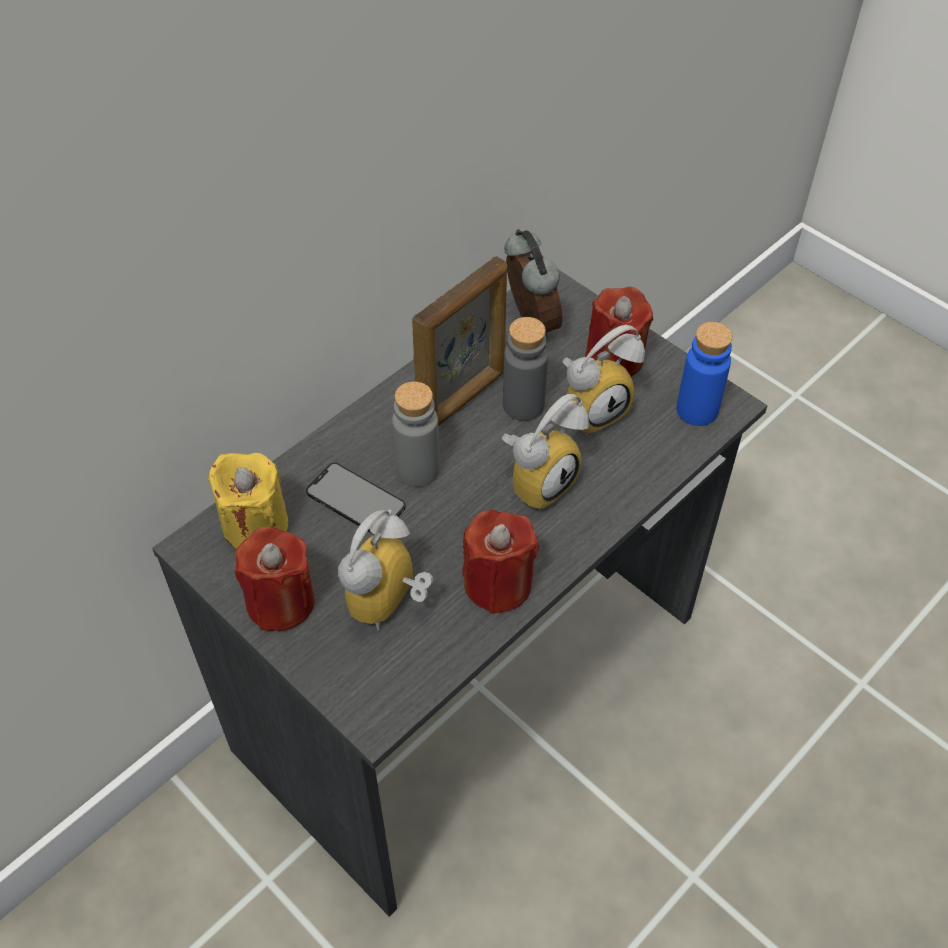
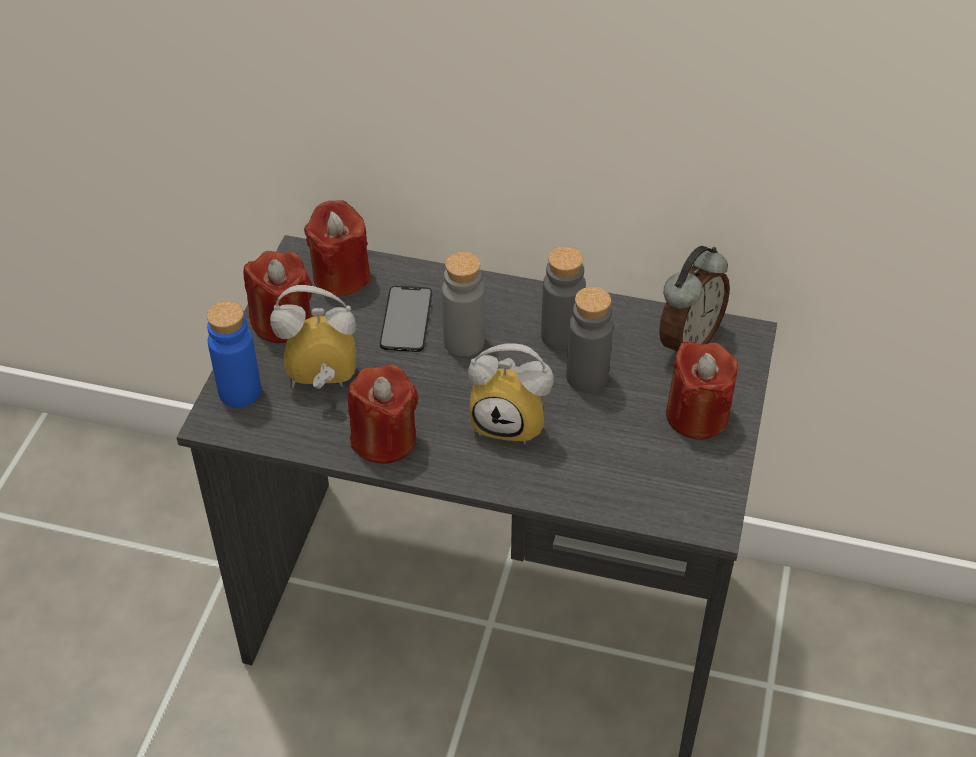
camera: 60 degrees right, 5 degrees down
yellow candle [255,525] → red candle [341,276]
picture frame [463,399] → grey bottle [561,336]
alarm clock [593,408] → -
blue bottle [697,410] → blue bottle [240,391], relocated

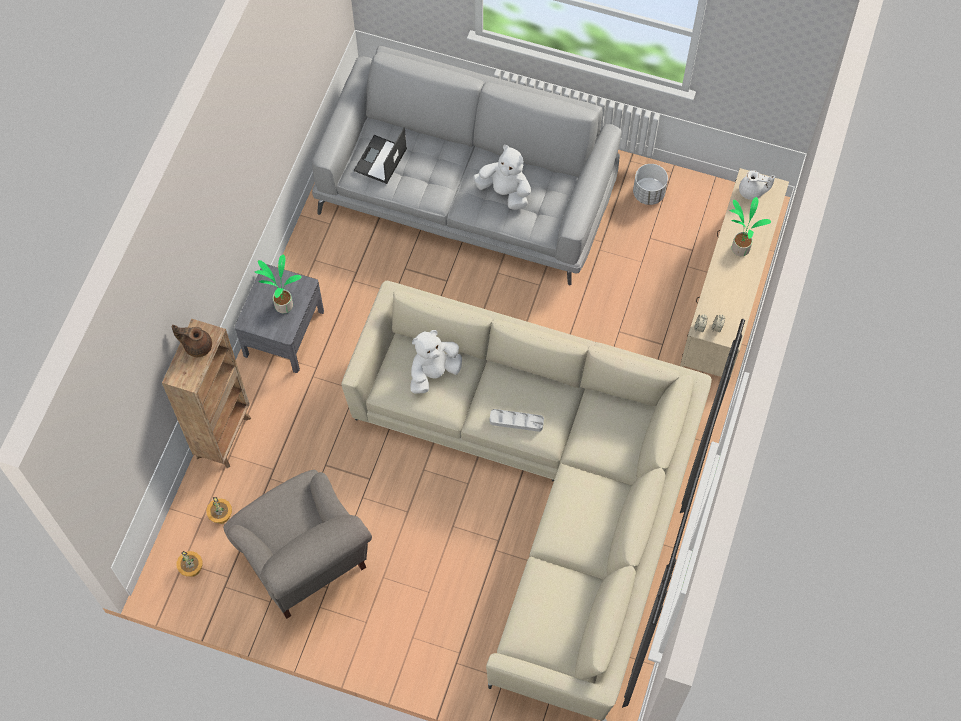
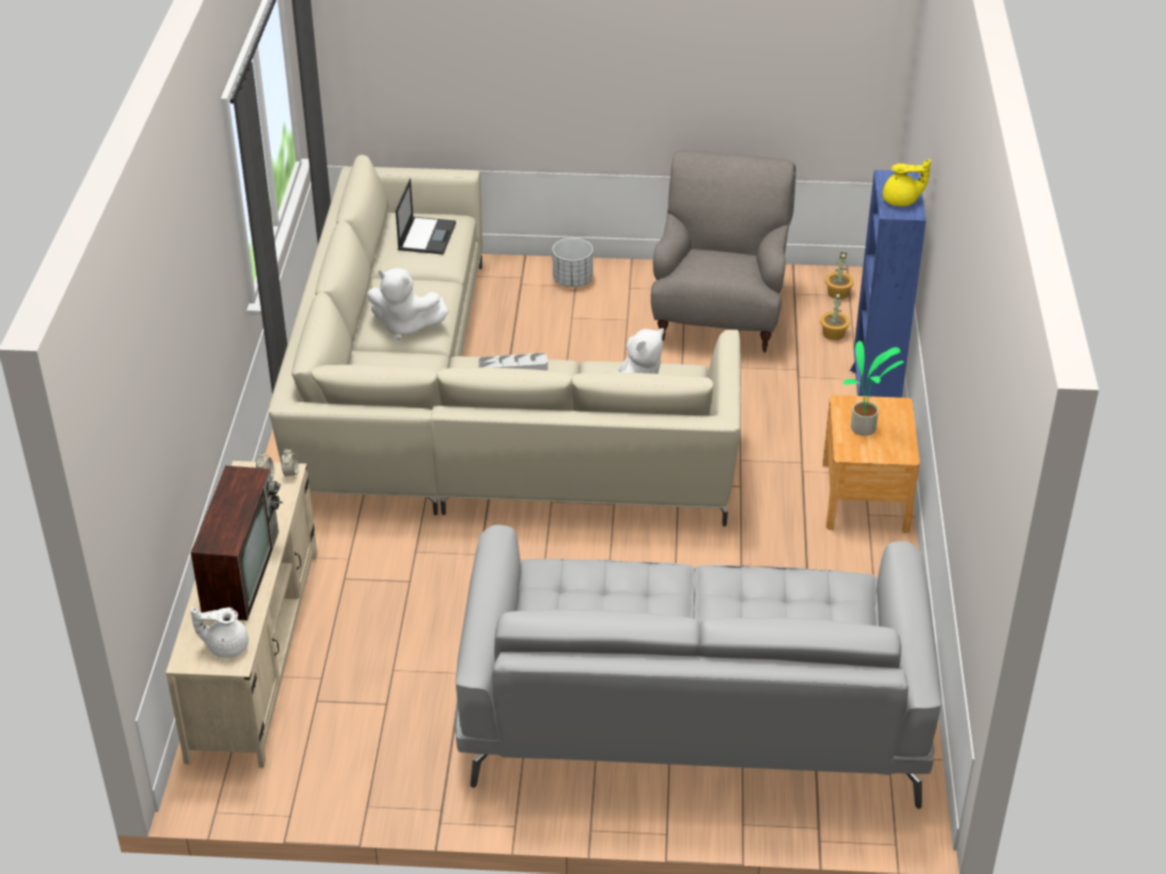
camera: 165 degrees right, 25 degrees down
brown bookcase [224,436] → blue bookcase [874,393]
brown teapot [197,345] → yellow teapot [901,201]
grey armchair [304,560] → grey armchair [720,317], 60 degrees clockwise
grey nightstand [284,333] → brown nightstand [865,496]
laptop [380,160] → laptop [427,236], relocated
white plush toy [505,192] → white plush toy [405,326], relocated
white planter [648,193] → white planter [572,281], relocated
potted plant [739,247] → television [241,571]

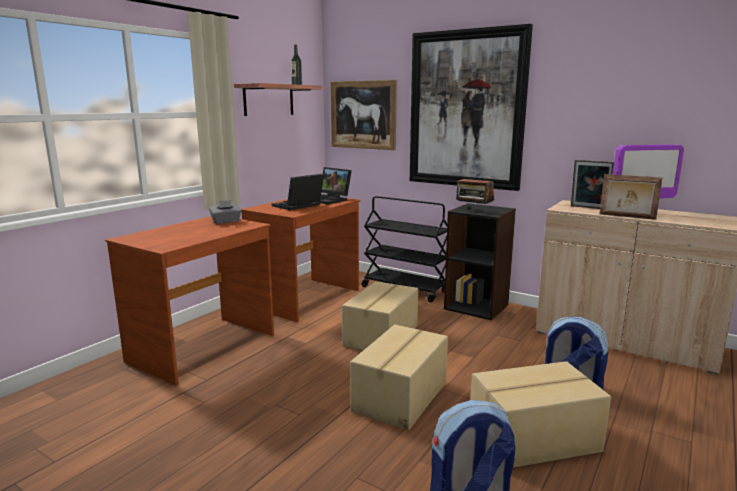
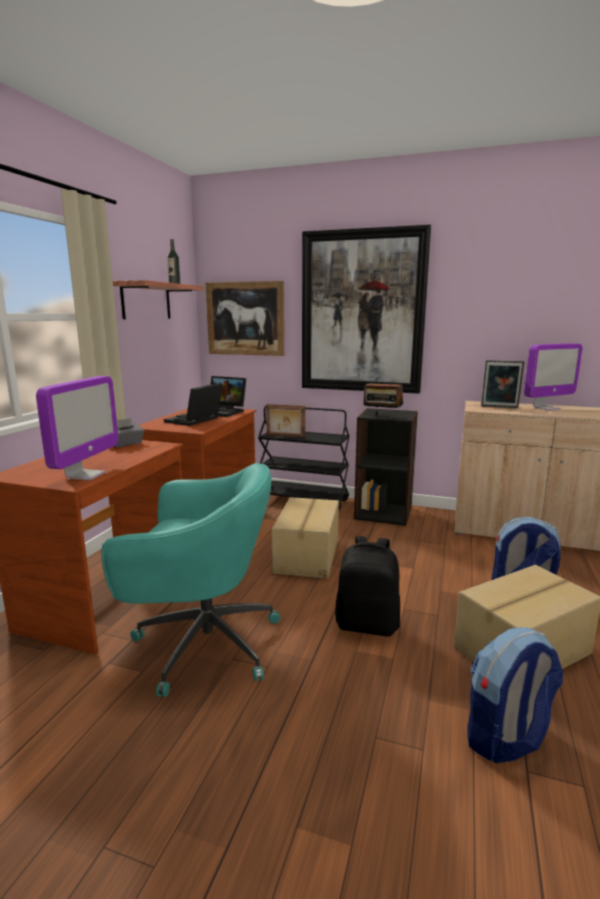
camera: 15 degrees left, 0 degrees up
cardboard box [402,396] → black backpack [367,624]
picture frame [627,217] → picture frame [285,436], relocated
- → monitor [85,475]
- → turquoise office chair [203,643]

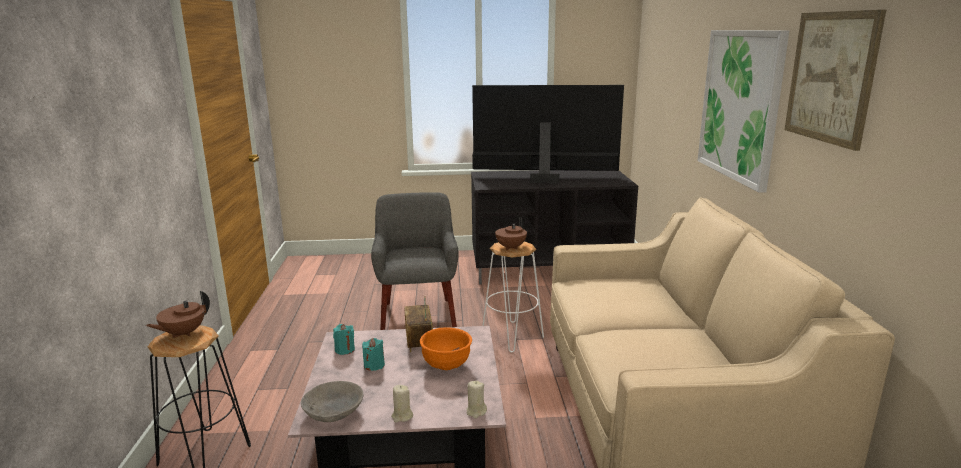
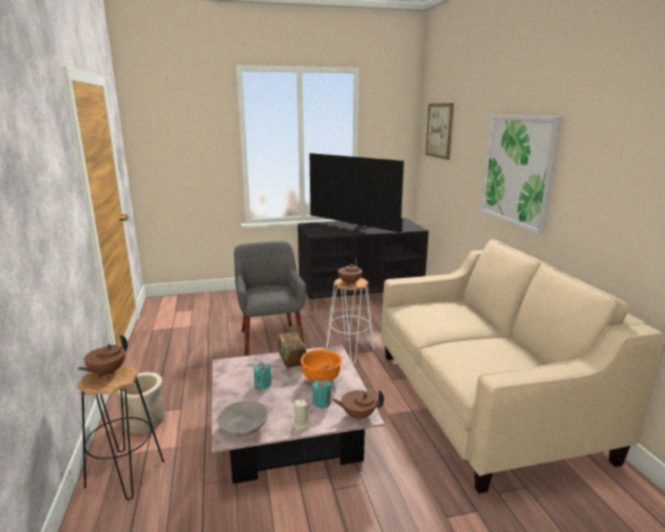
camera: 10 degrees left, 0 degrees up
turquoise candle [344,350] → turquoise candle [321,403], relocated
beige candle [476,411] → brown teapot [358,415]
television [544,178] → television [356,227], 135 degrees counterclockwise
picture [831,77] → picture [439,130], relocated
- → beige planter [143,422]

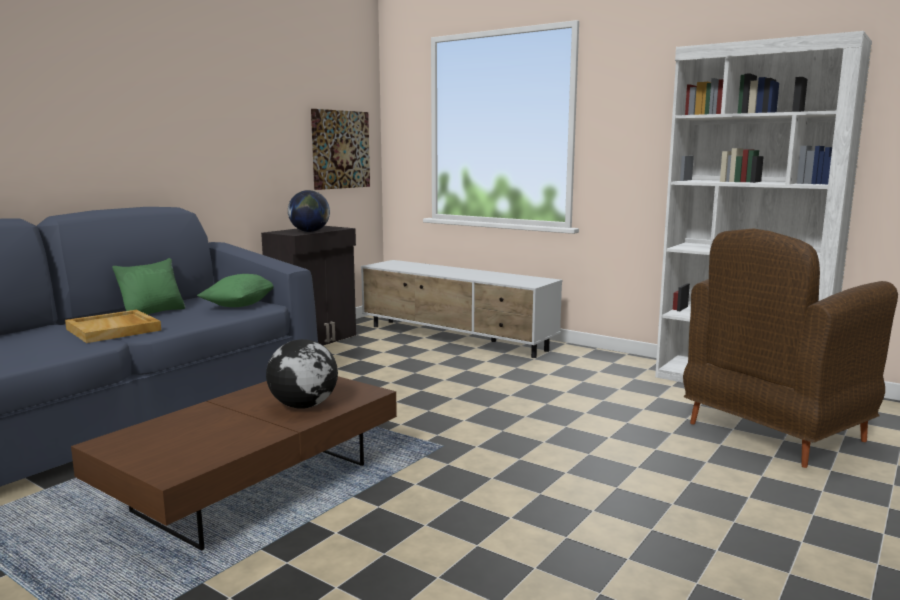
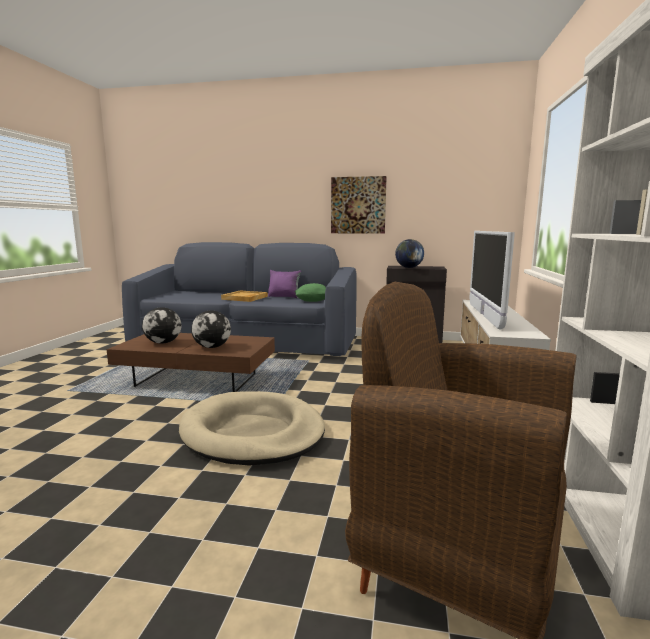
camera: 65 degrees right, 0 degrees up
green pillow [153,312] → purple pillow [284,296]
picture [340,149] → picture [358,205], relocated
- → globe [163,343]
- → beige dog bed [253,433]
- → television [484,315]

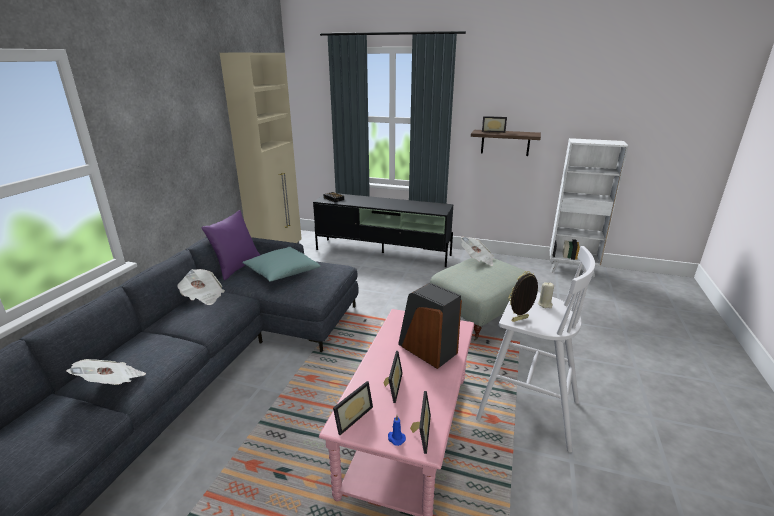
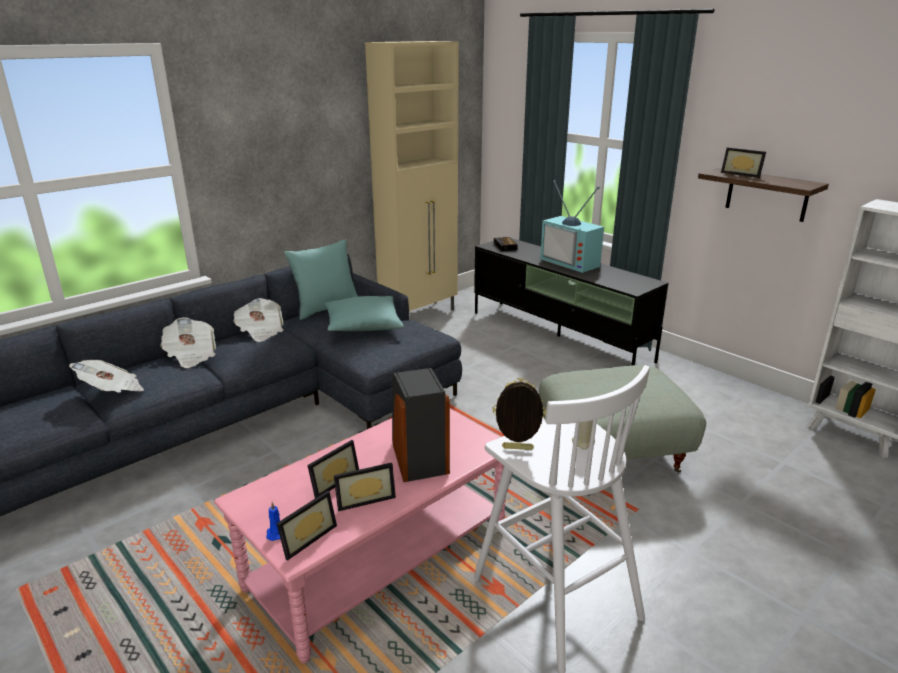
camera: 30 degrees right, 0 degrees up
purple pillow [237,267] → turquoise pillow [326,309]
picture frame [350,416] → picture frame [364,498], relocated
newspaper [477,259] → newspaper [191,355], relocated
- → television [572,262]

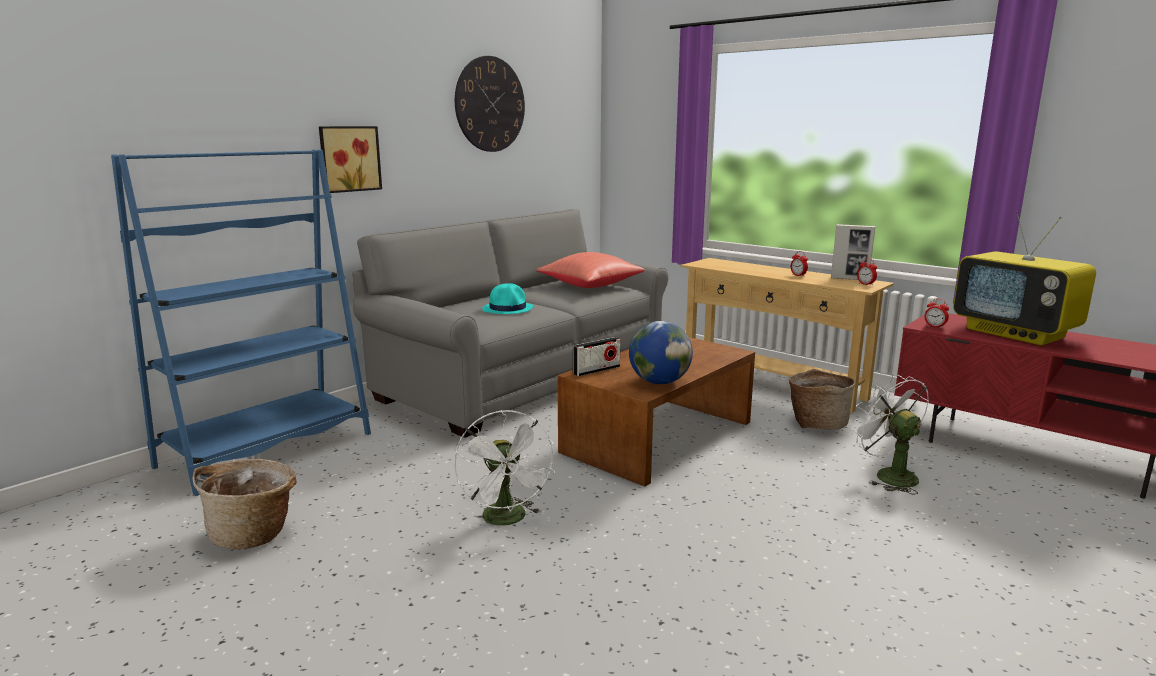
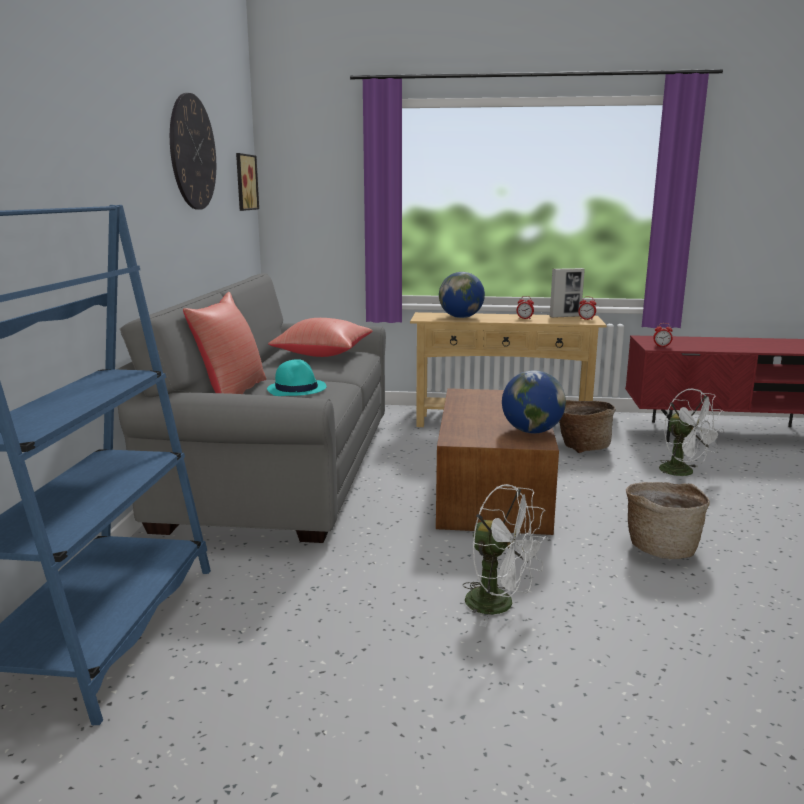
camera: 35 degrees left, 0 degrees up
basket [254,534] → basket [661,547], relocated
picture [349,159] → picture [244,182], relocated
radio [596,370] → -
white fan [888,475] → white fan [683,473], 150 degrees counterclockwise
television [1016,333] → -
- → red pillow [231,393]
- → globe [461,317]

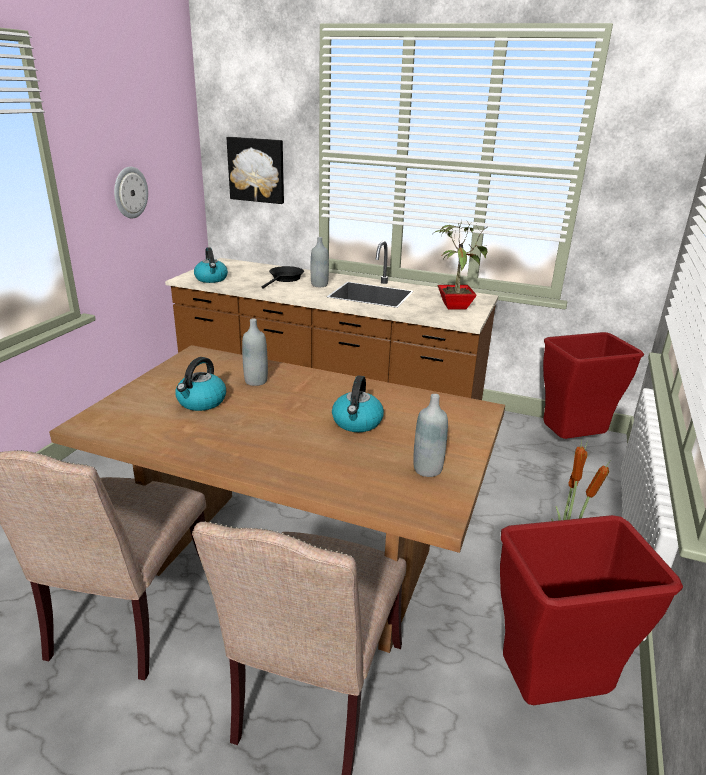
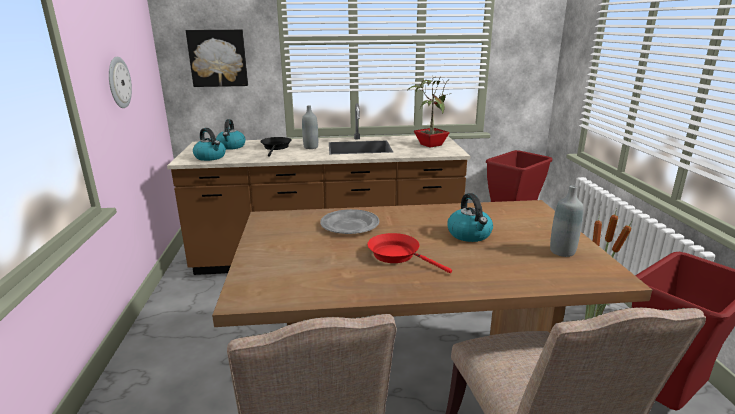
camera: 25 degrees left, 5 degrees down
kettle [201,402] → kettle [231,147], relocated
grey bottle [256,381] → grey plate [349,225]
- → red frying pan [397,255]

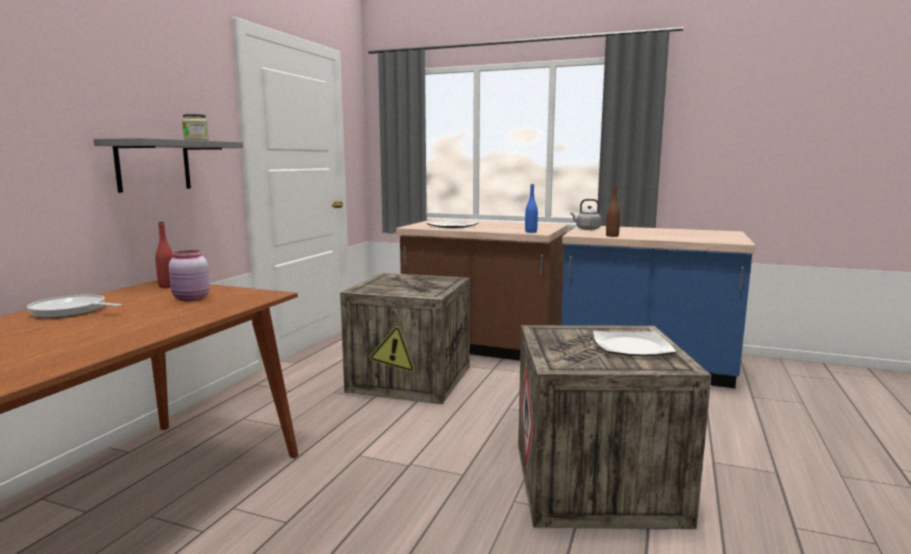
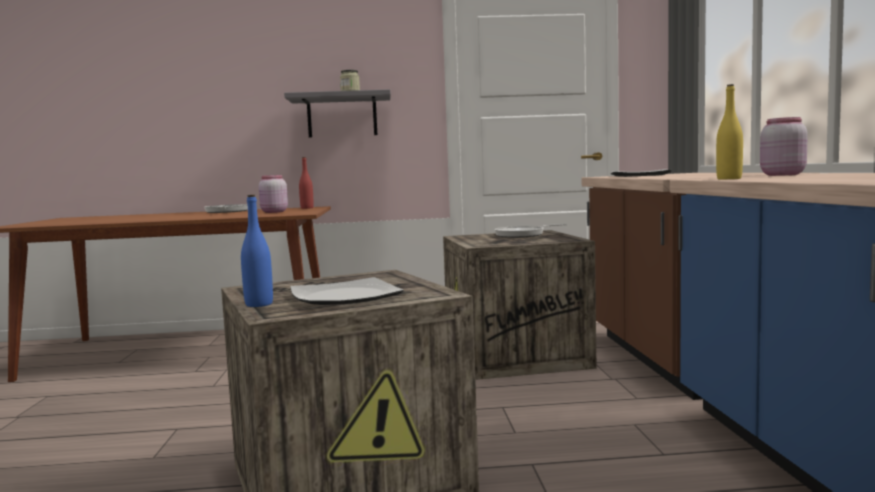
camera: 65 degrees right, 5 degrees down
blue bottle [531,232] → blue bottle [259,304], relocated
grey kettle [586,229] → pink jar [781,175]
brown bottle [612,236] → yellow bottle [729,179]
- → frying pan [522,235]

